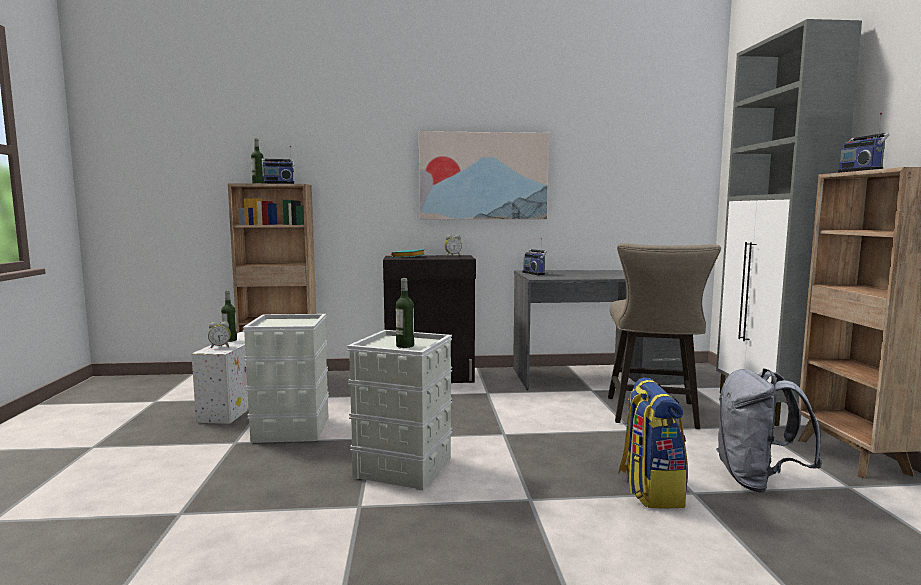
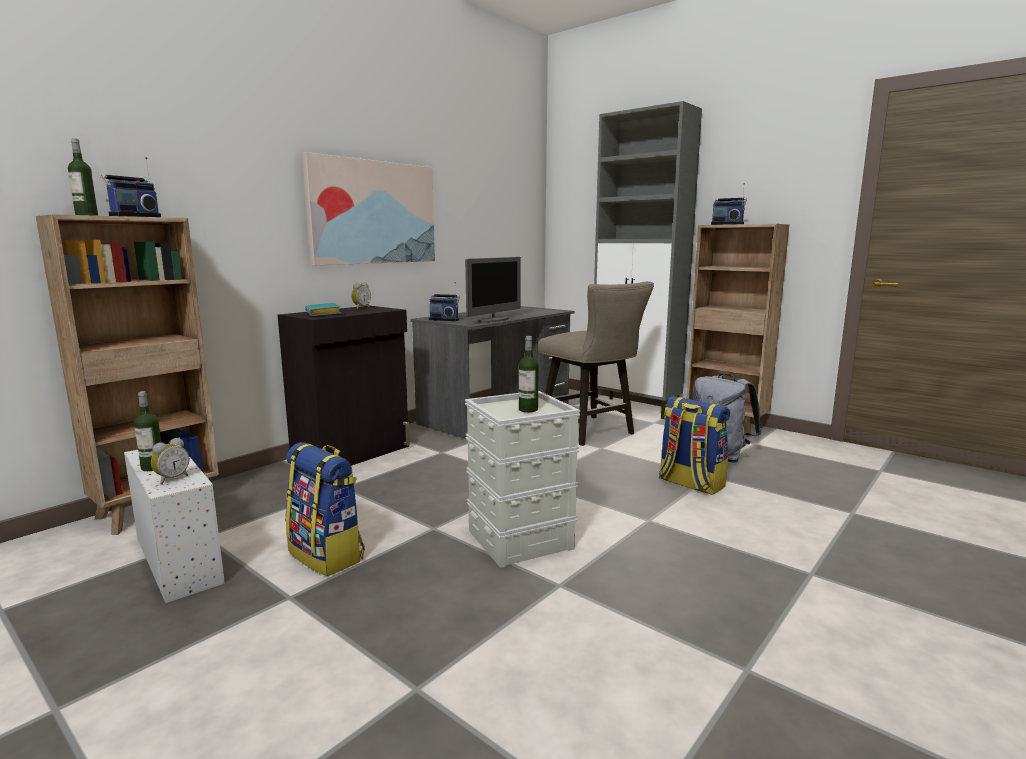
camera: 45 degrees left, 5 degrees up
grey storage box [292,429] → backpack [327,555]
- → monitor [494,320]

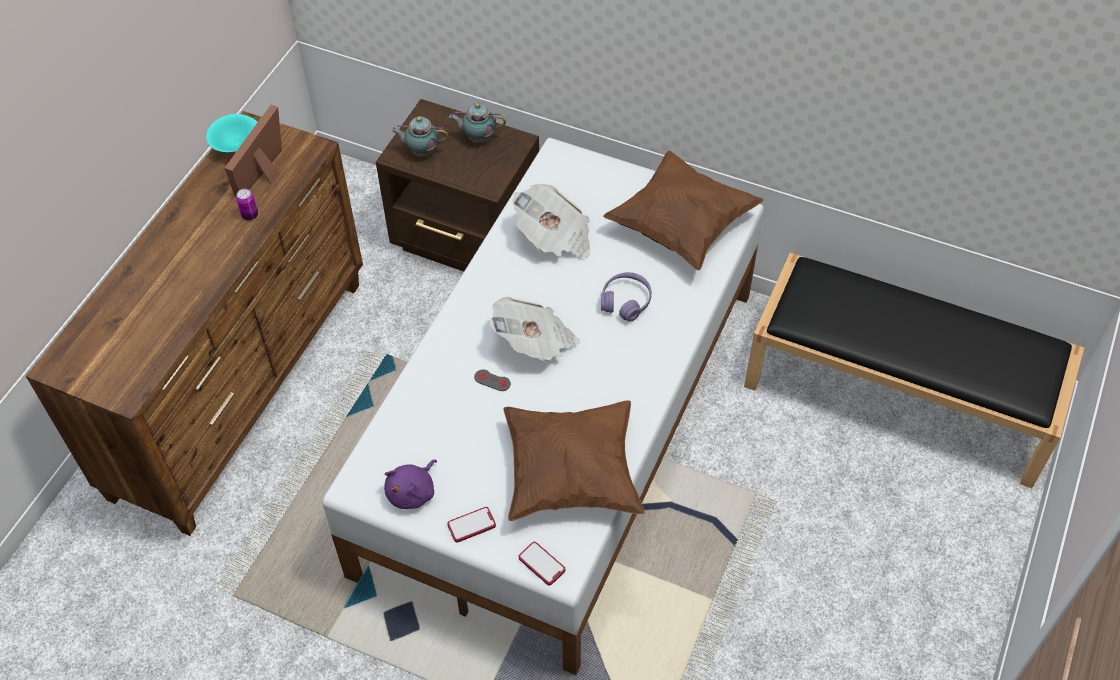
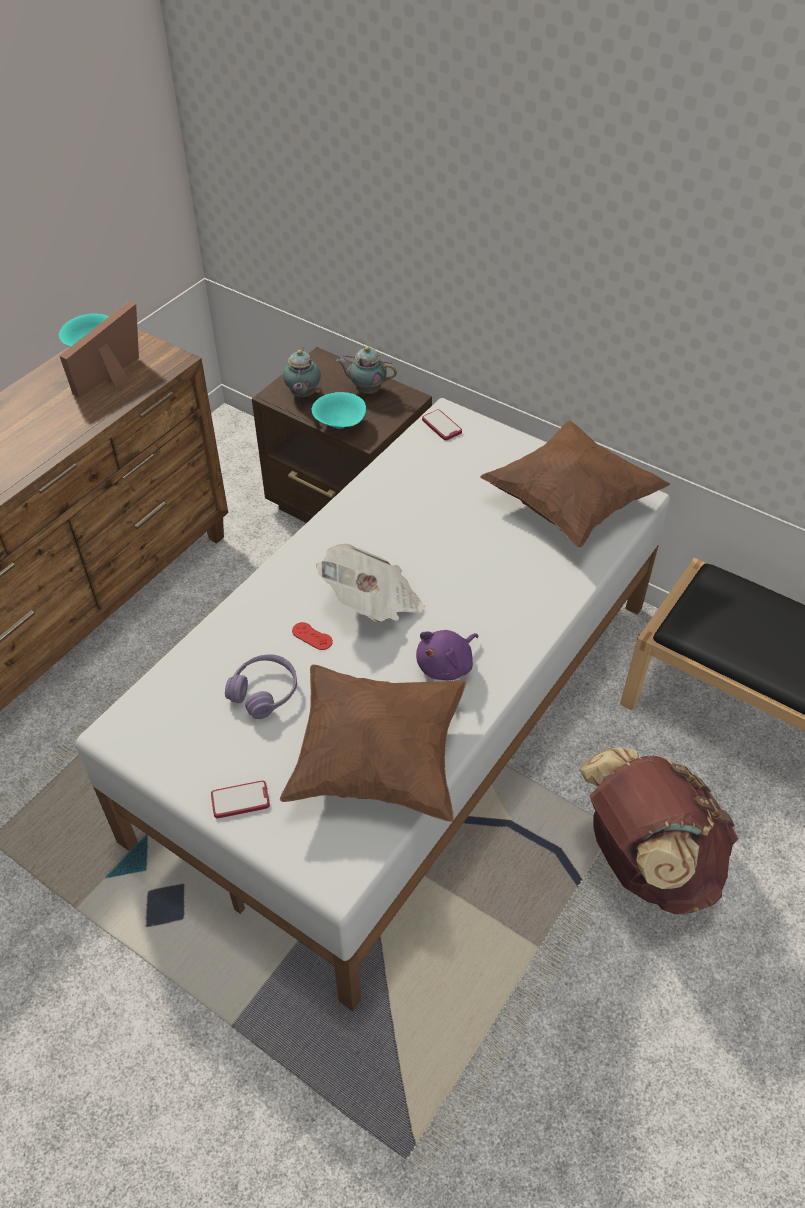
camera: 10 degrees right, 5 degrees down
can [250,215] → -
purple plush toy [413,492] → purple plush toy [447,665], relocated
teapot [421,151] → teapot [302,395], 105 degrees counterclockwise
grey game controller [492,380] → red game controller [312,636]
newspaper [554,237] → -
phone [541,564] → phone [441,426], relocated
purple headphones [625,301] → purple headphones [264,692], relocated
- → turquoise bowl [340,425]
- → brown backpack [645,862]

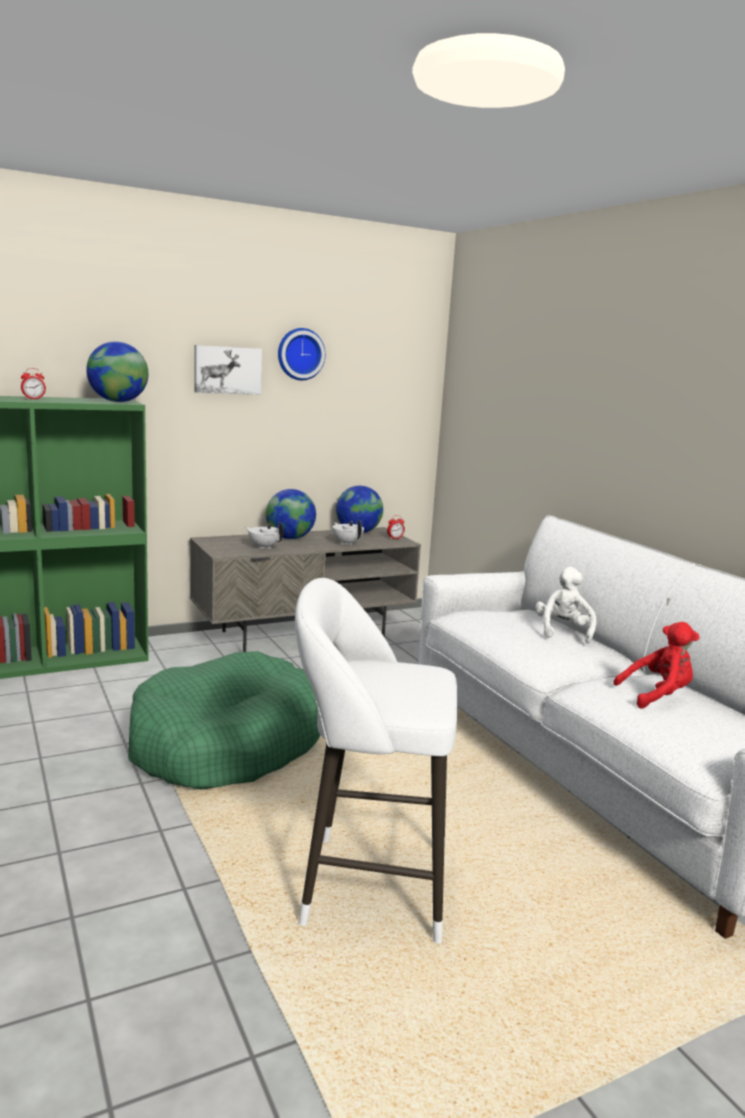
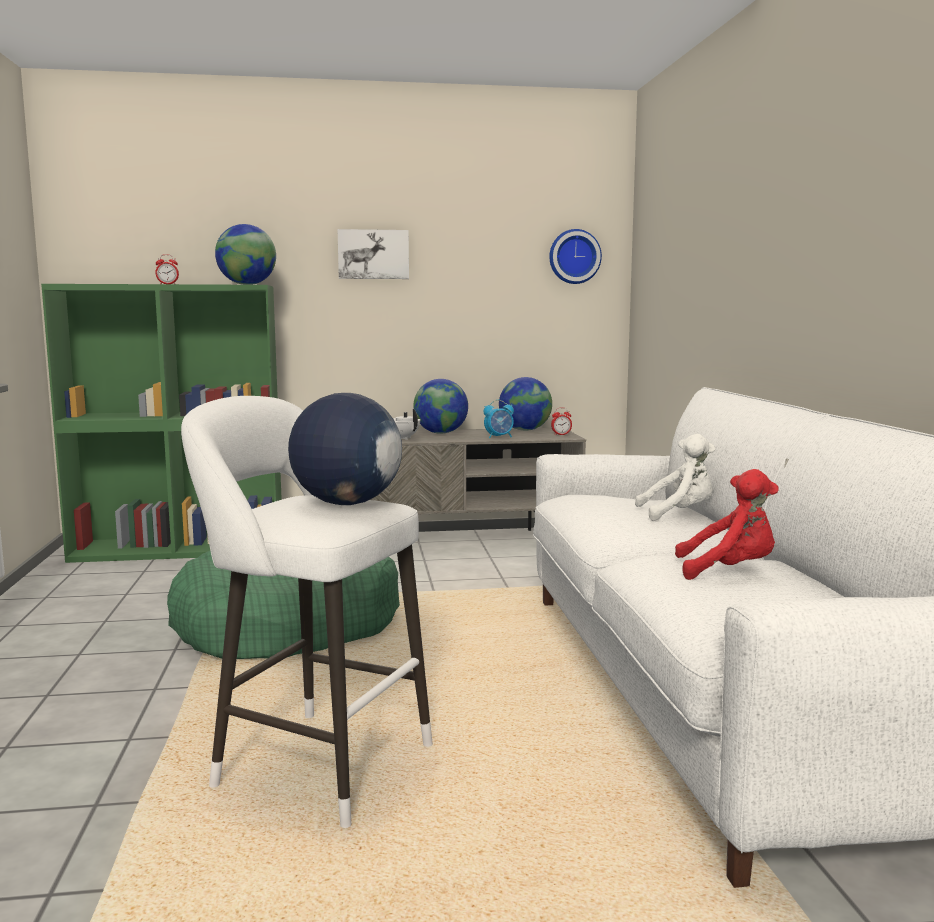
camera: 20 degrees right, 5 degrees down
wall clock [300,354] → wall clock [574,256], relocated
white teapot [347,543] → alarm clock [499,437]
white plush toy [562,631] → white plush toy [679,514], 60 degrees clockwise
- → globe [346,504]

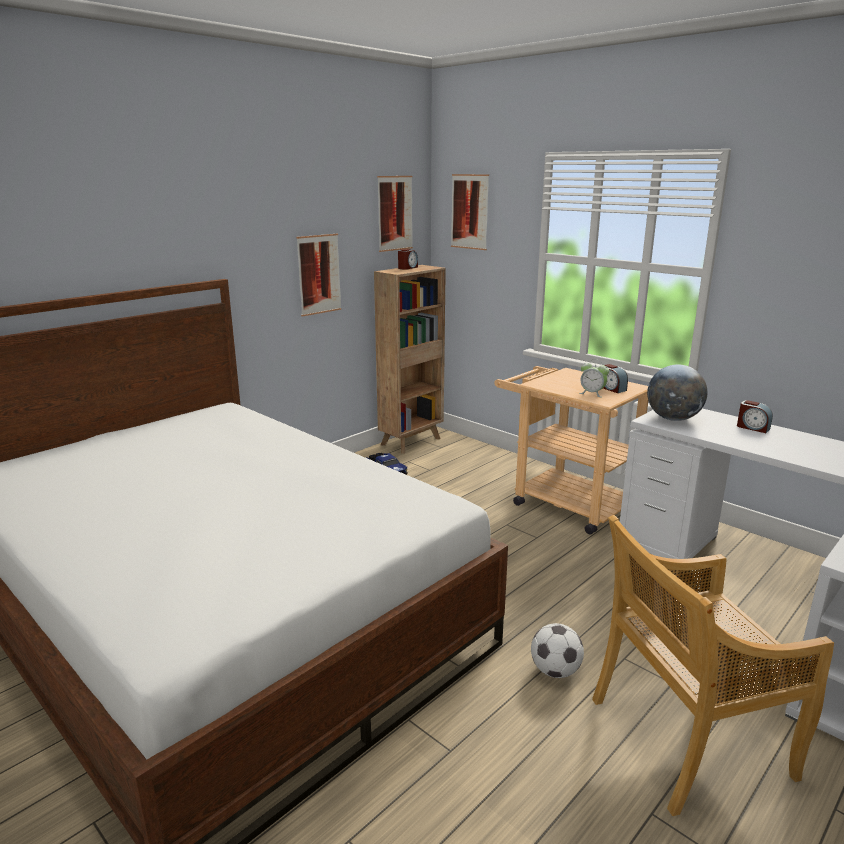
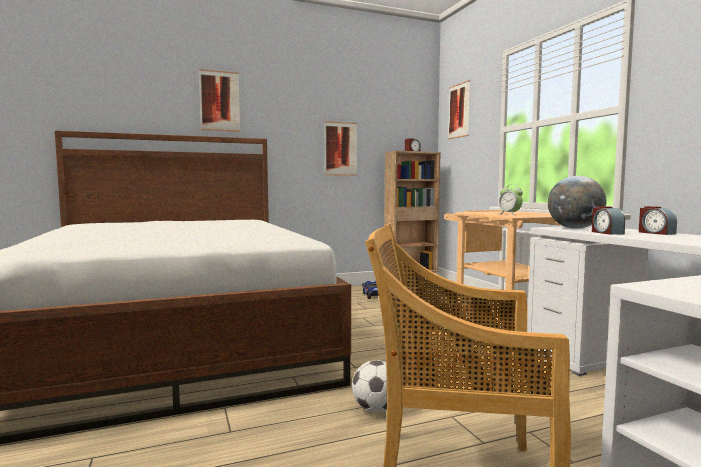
camera: 25 degrees right, 15 degrees down
picture [395,213] → picture [219,101], relocated
alarm clock [612,388] → alarm clock [606,233], relocated

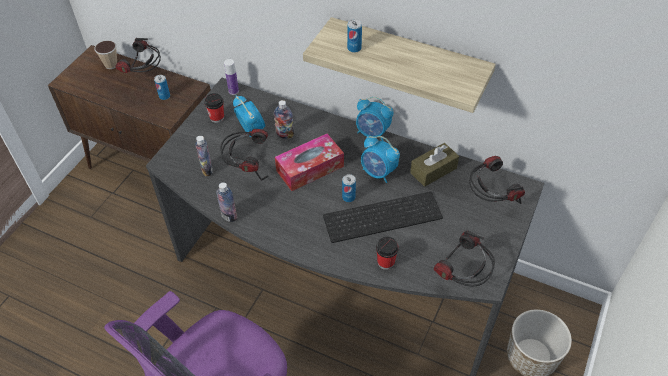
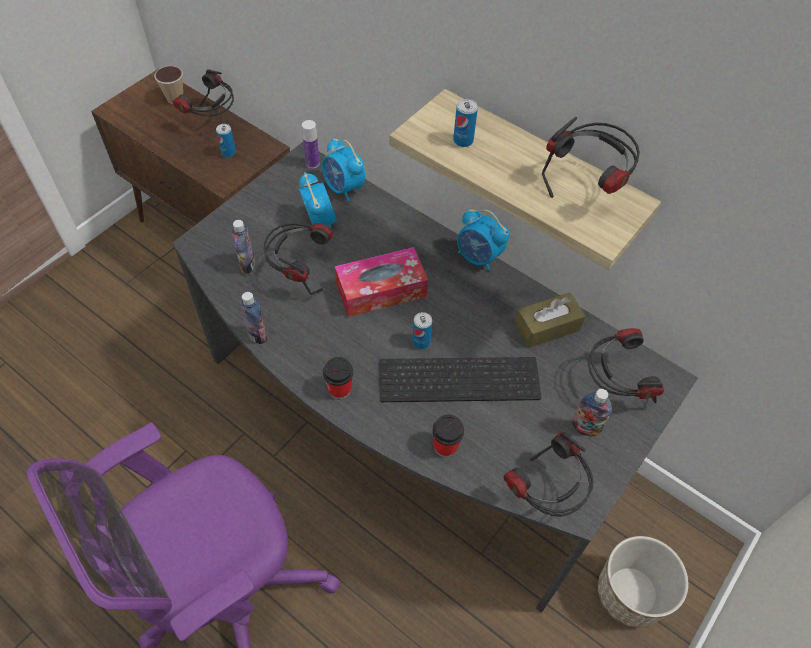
camera: 10 degrees right, 5 degrees up
cup [217,117] → cup [339,389], relocated
bottle [285,135] → bottle [585,428], relocated
alarm clock [378,173] → alarm clock [344,188], relocated
- → headphones [587,188]

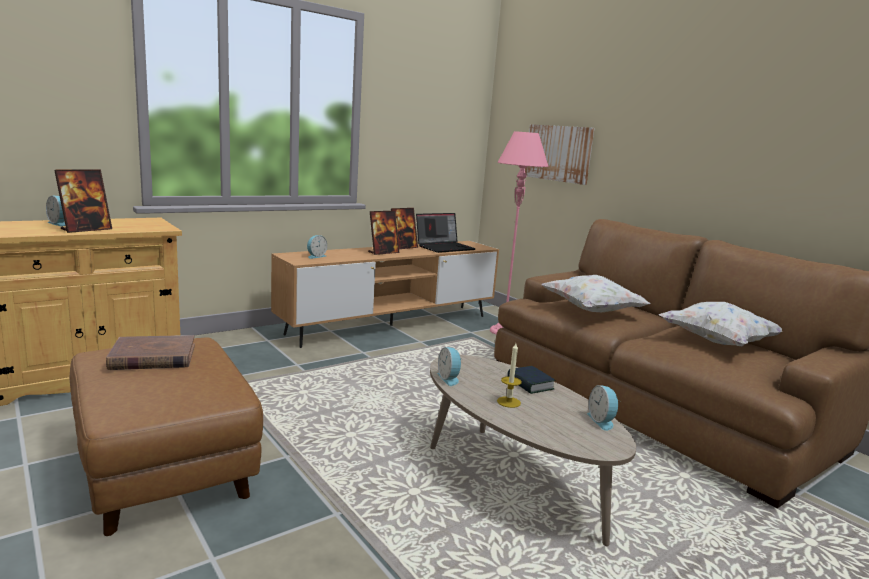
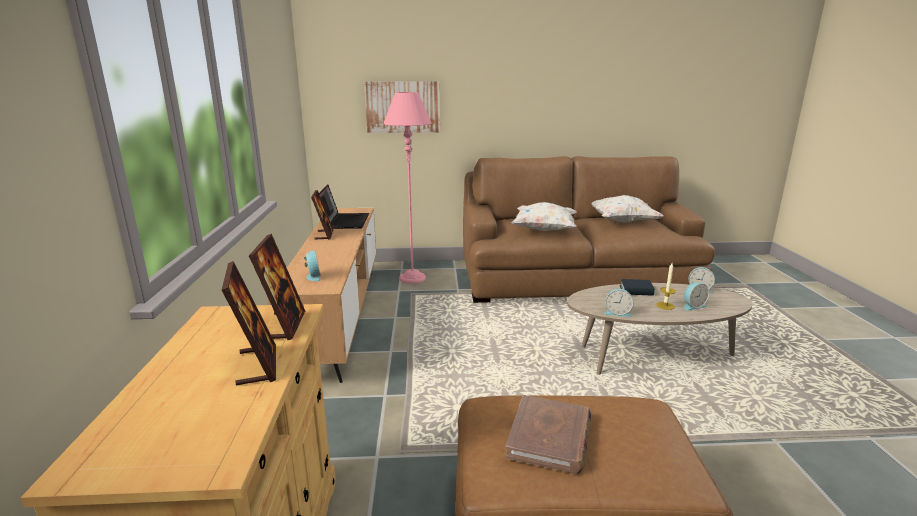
camera: 55 degrees left, 5 degrees up
alarm clock [60,223] → alarm clock [692,306], relocated
picture frame [383,252] → picture frame [283,325], relocated

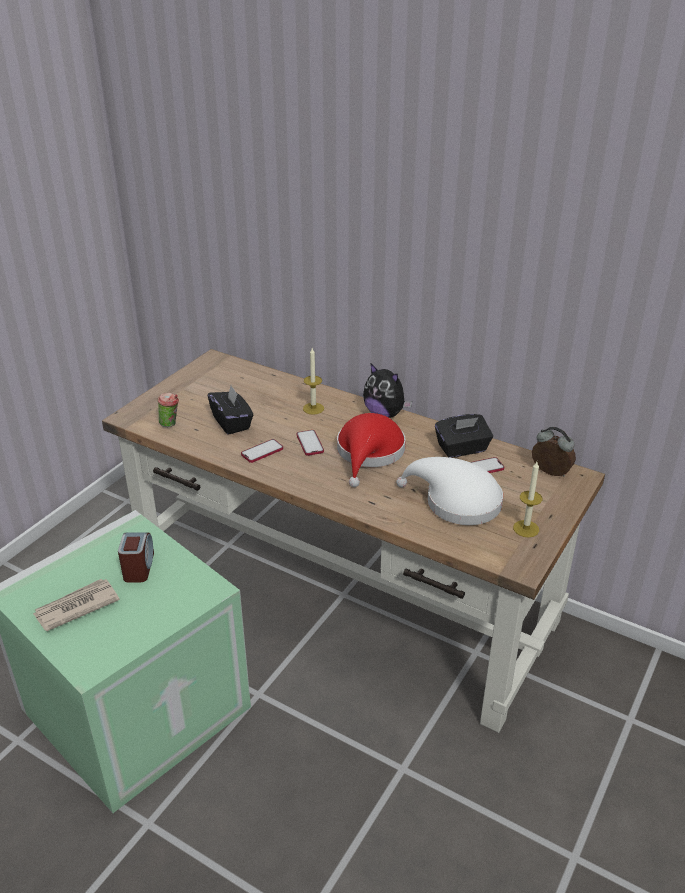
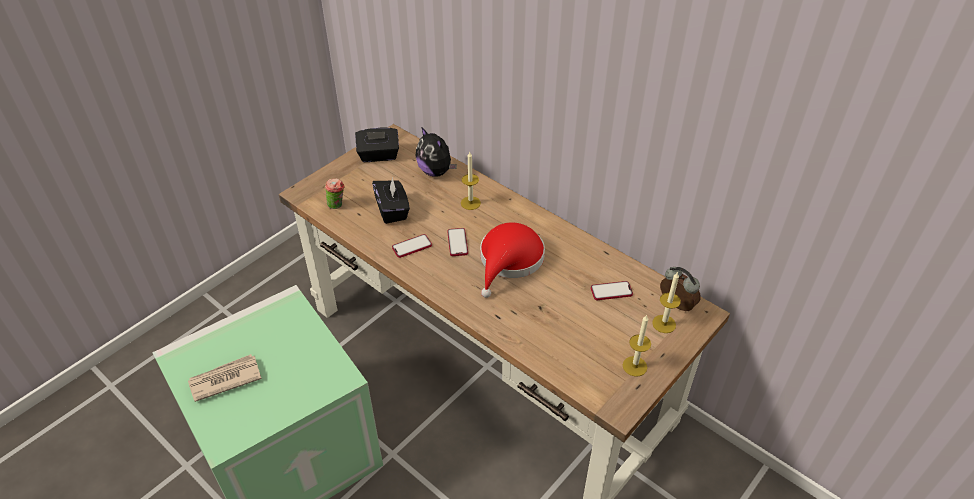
camera: 10 degrees right, 10 degrees up
alarm clock [139,567] → -
plush toy [385,414] → plush toy [436,171], relocated
white hat [456,502] → -
black tissue box [462,449] → black tissue box [378,155], relocated
- → candle [664,324]

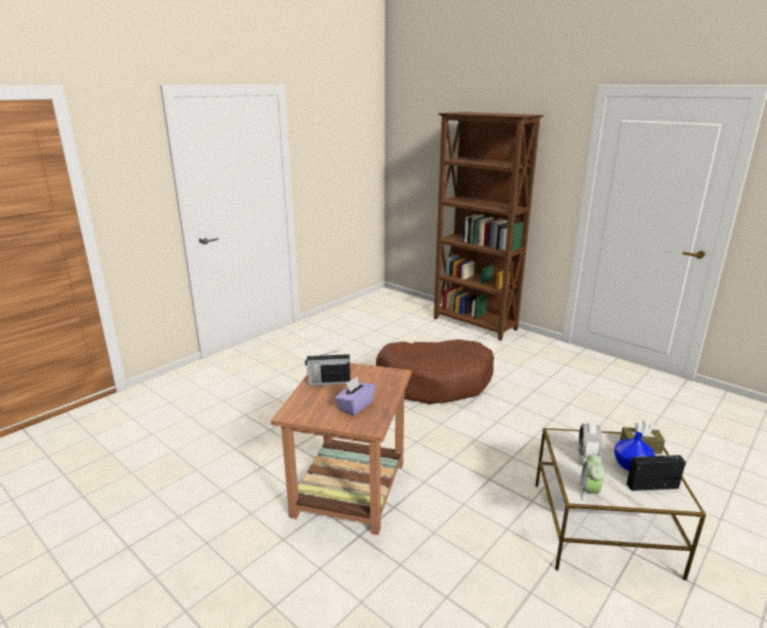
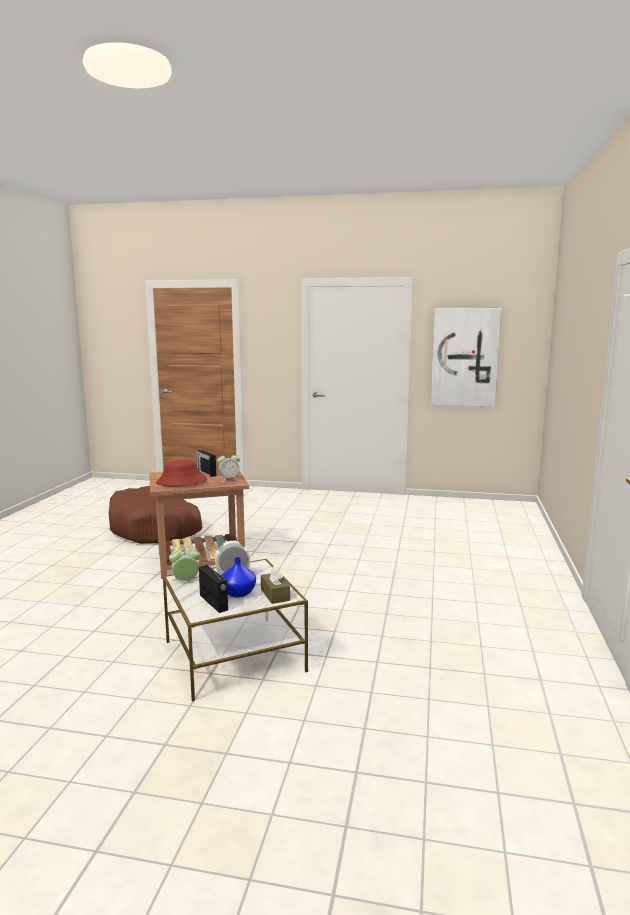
camera: 60 degrees right, 10 degrees down
purple tissue box [355,406] → red hat [181,482]
brown dog bed [435,382] → brown dog bed [155,529], relocated
brown bookcase [474,324] → -
- → alarm clock [229,479]
- → picture [465,357]

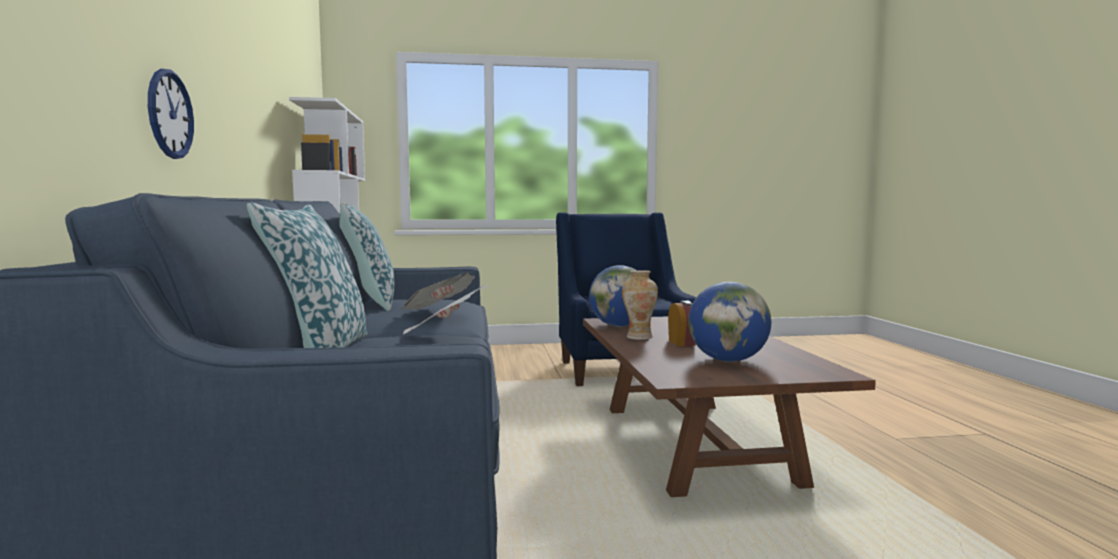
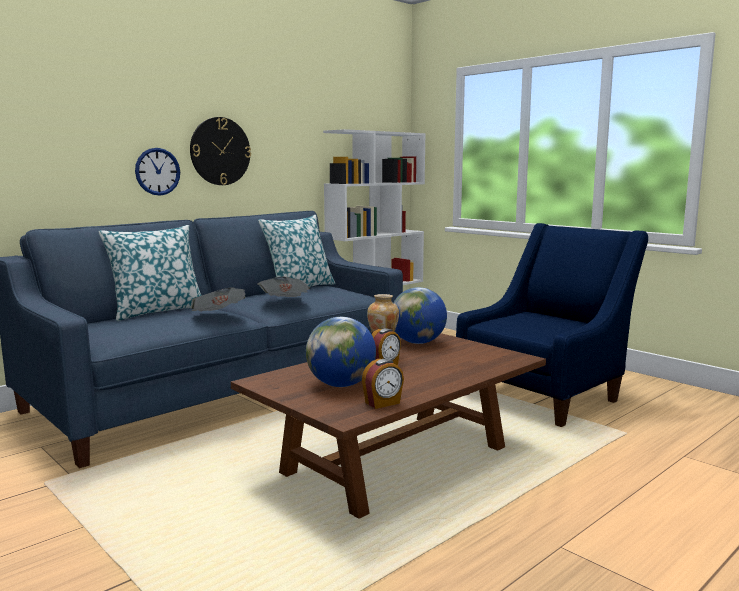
camera: 55 degrees right, 5 degrees up
- → wall clock [220,151]
- → alarm clock [383,403]

